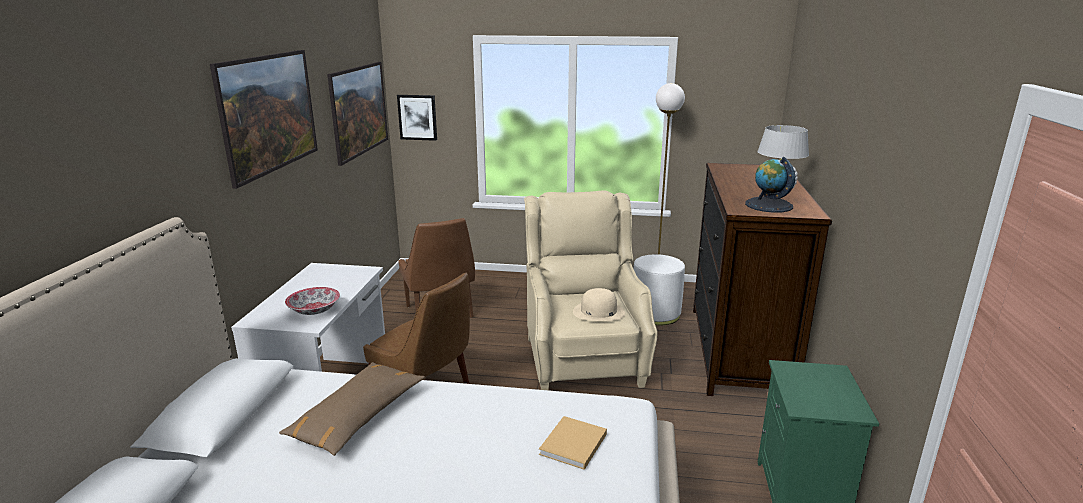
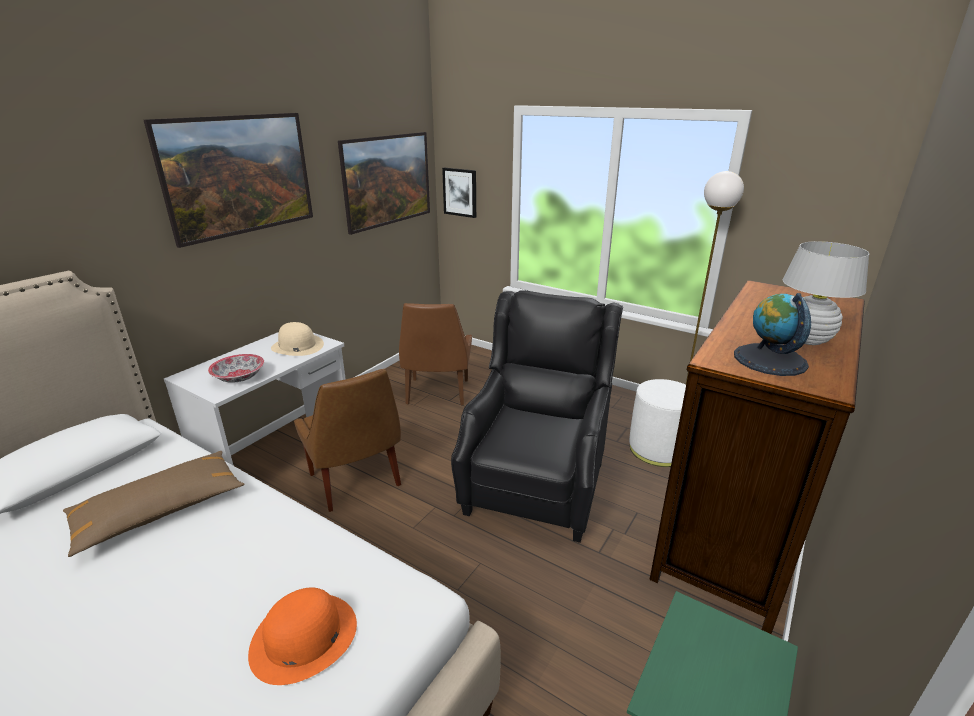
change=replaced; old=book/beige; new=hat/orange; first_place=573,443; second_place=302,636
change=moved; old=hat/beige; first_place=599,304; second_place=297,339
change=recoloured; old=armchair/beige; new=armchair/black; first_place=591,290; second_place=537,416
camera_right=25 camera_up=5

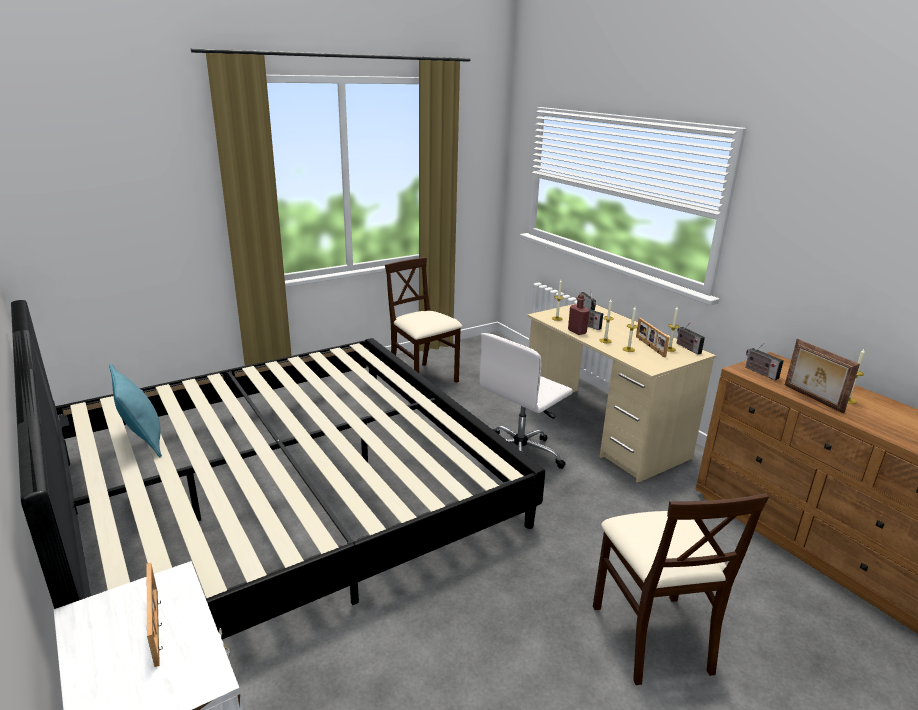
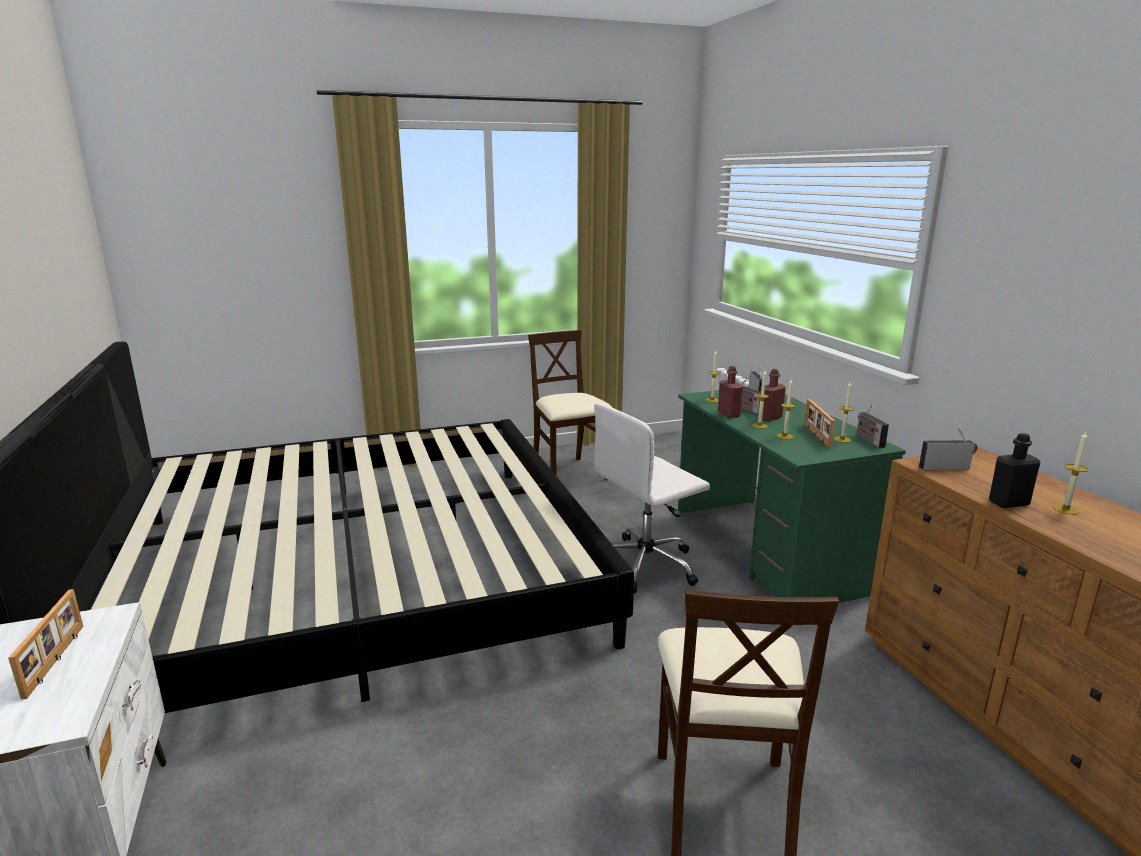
change=recoloured; old=desk/beige; new=desk/green; first_place=622,393; second_place=792,495
change=added; new=bottle/red; second_place=772,395
change=turned; old=radio; first_place=764,361; second_place=948,448; degrees=105
change=replaced; old=picture frame; new=bottle/black; first_place=822,376; second_place=1014,470
change=removed; old=pillow/turquoise; first_place=135,410
camera_right=15 camera_up=-5

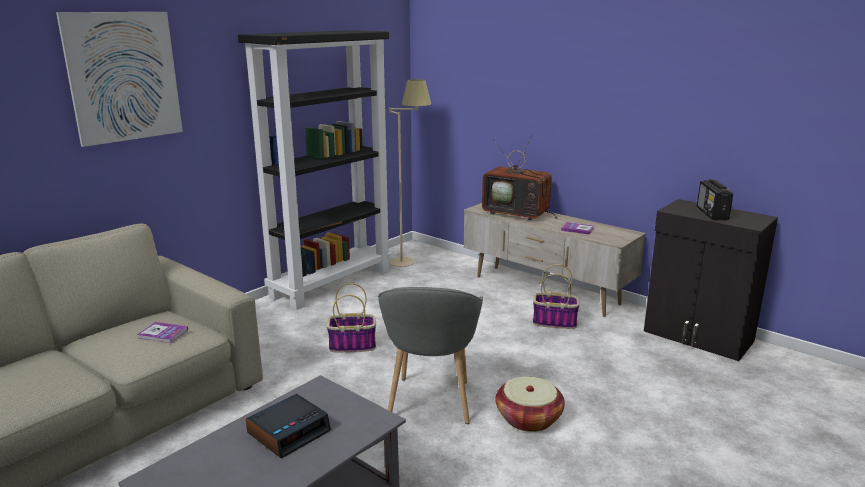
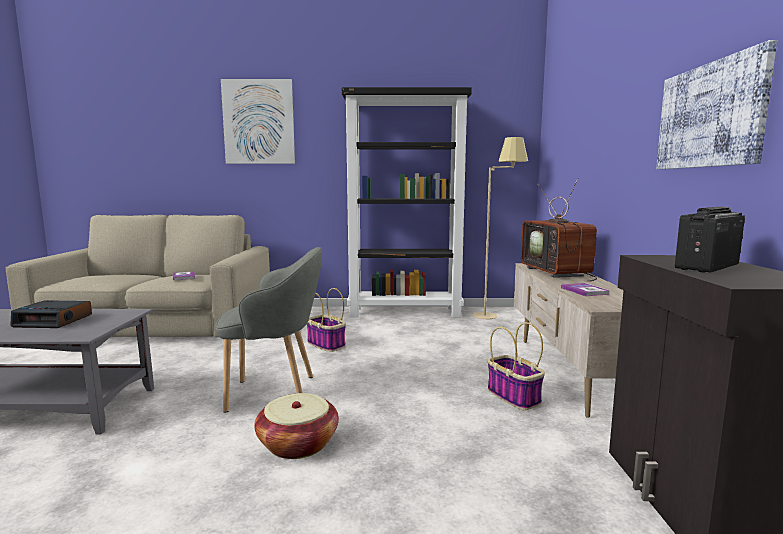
change=turned; old=armchair/grey; first_place=430,355; second_place=268,330; degrees=-150
change=added; new=picture; second_place=716,104
camera_right=50 camera_up=-10

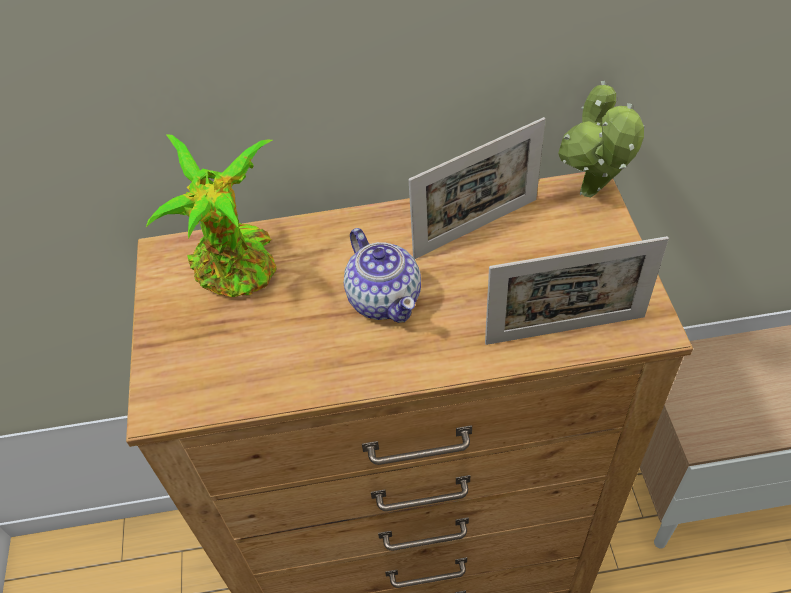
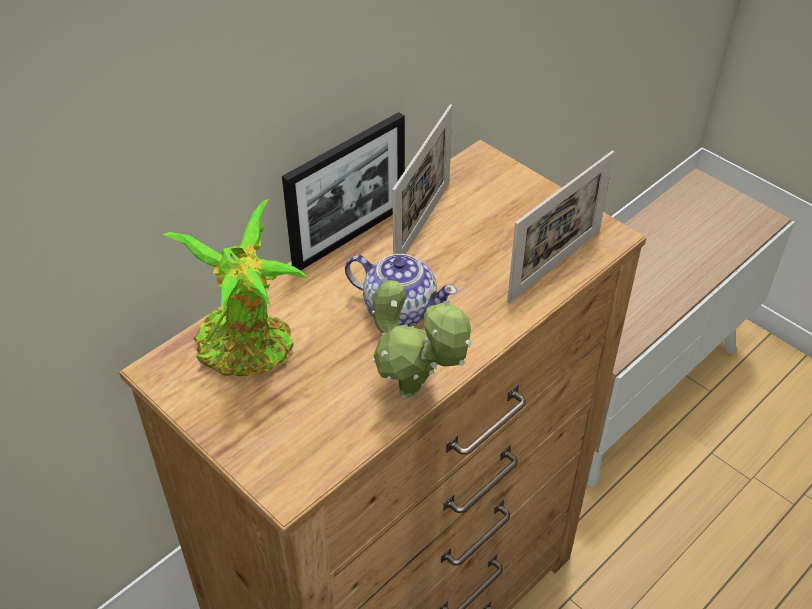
change=added; new=picture frame; second_place=343,191
change=moved; old=potted plant; first_place=601,139; second_place=422,338
camera_right=-40 camera_up=-5

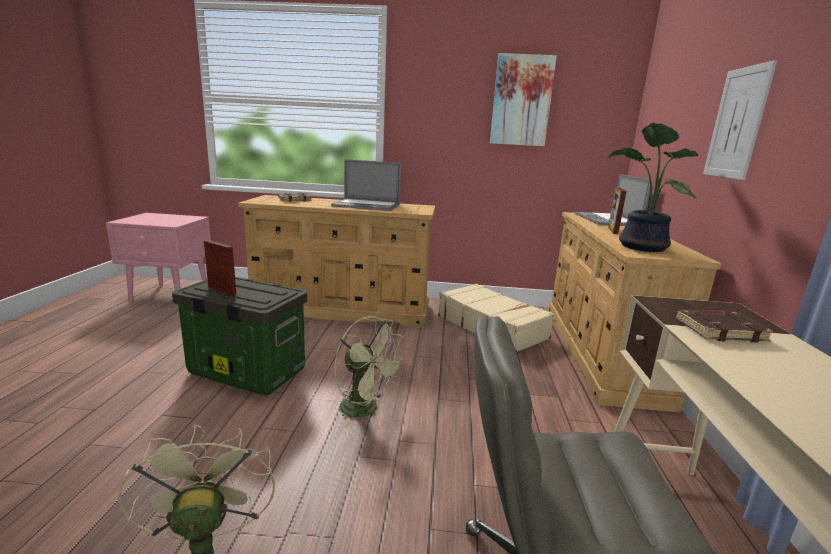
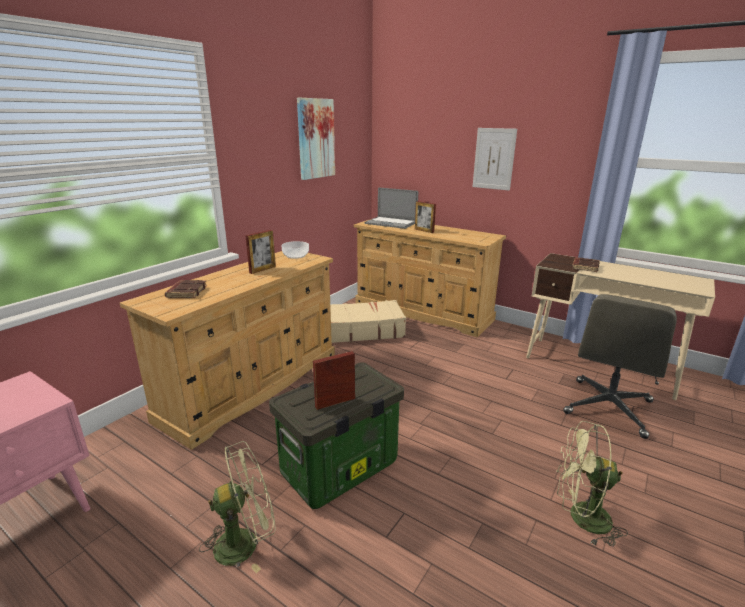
change=moved; old=fan/green; first_place=370,372; second_place=237,507
change=replaced; old=laptop; new=picture frame; first_place=366,185; second_place=260,252
change=added; new=bowl; second_place=295,250
change=removed; old=potted plant; first_place=653,187
camera_right=-60 camera_up=5

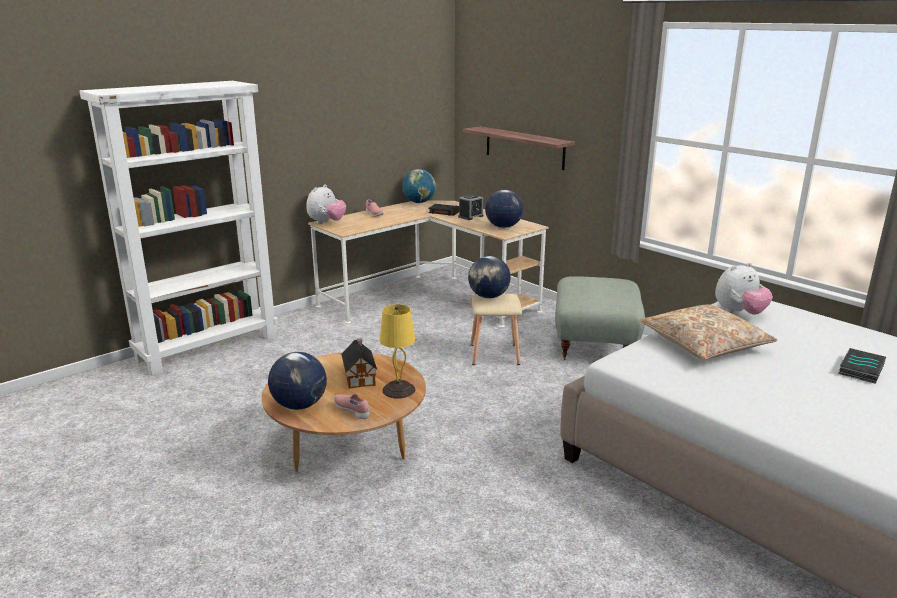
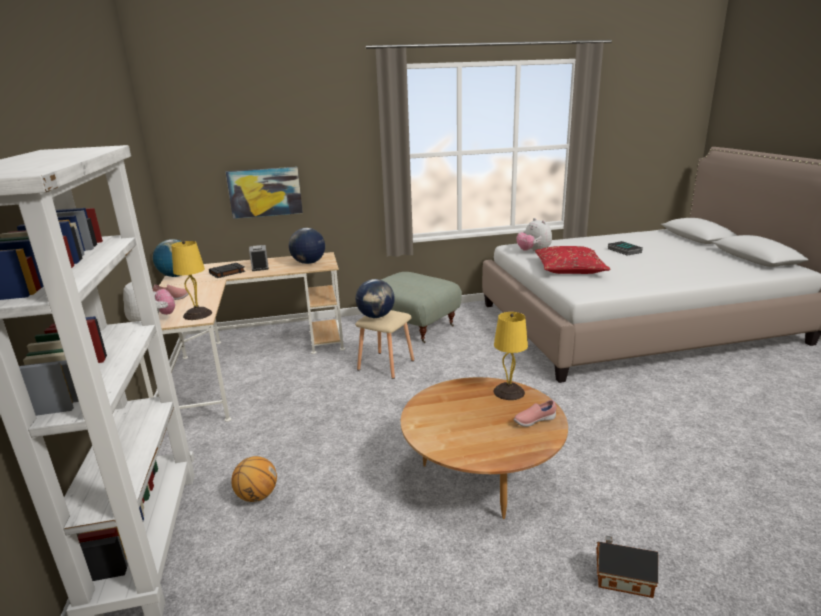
change=added; new=table lamp/yellow; second_place=191,280
change=replaced; old=shelf; new=picture; first_place=519,148; second_place=264,193
change=added; new=basketball; second_place=254,479
change=turned; old=plush toy; first_place=744,289; second_place=534,234; degrees=150
change=recoloured; old=pillow/beige; new=pillow/red; first_place=708,332; second_place=573,260
change=moved; old=toy house; first_place=359,363; second_place=627,567
change=removed; old=globe; first_place=297,381
camera_right=-60 camera_up=0

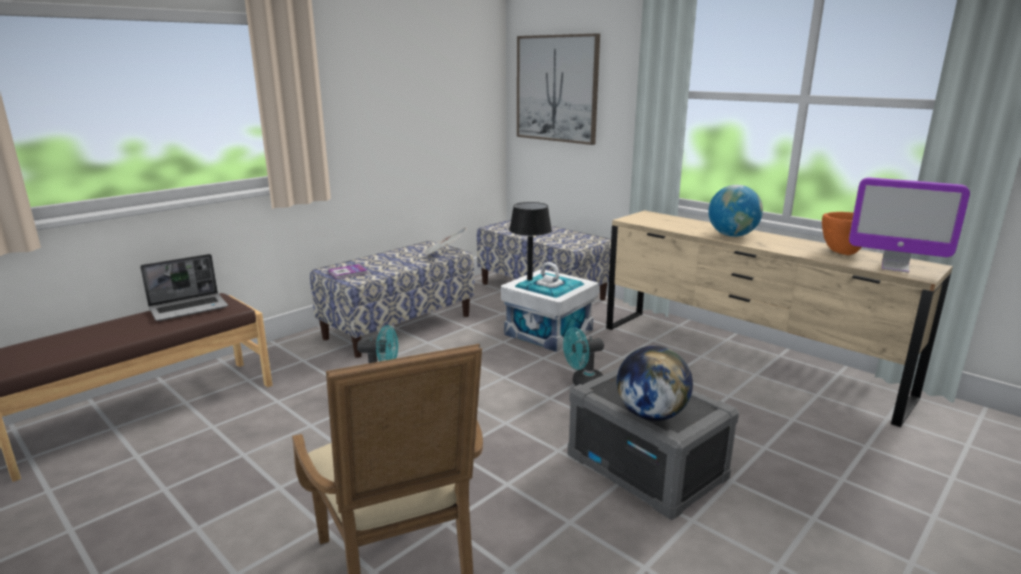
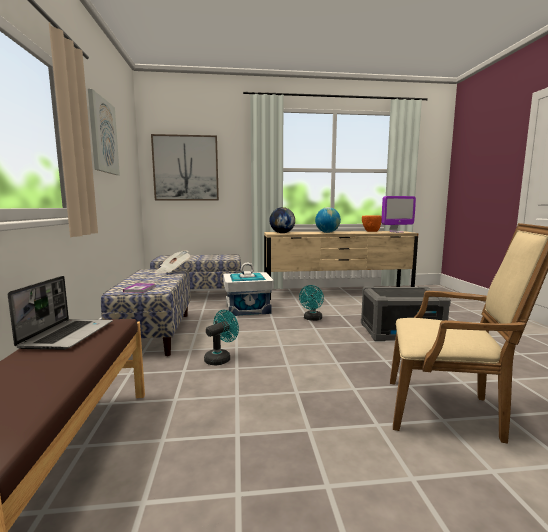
change=added; new=picture; second_place=104,132
change=moved; old=globe; first_place=655,383; second_place=282,220
change=removed; old=table lamp/black; first_place=530,241
camera_right=-50 camera_up=-10

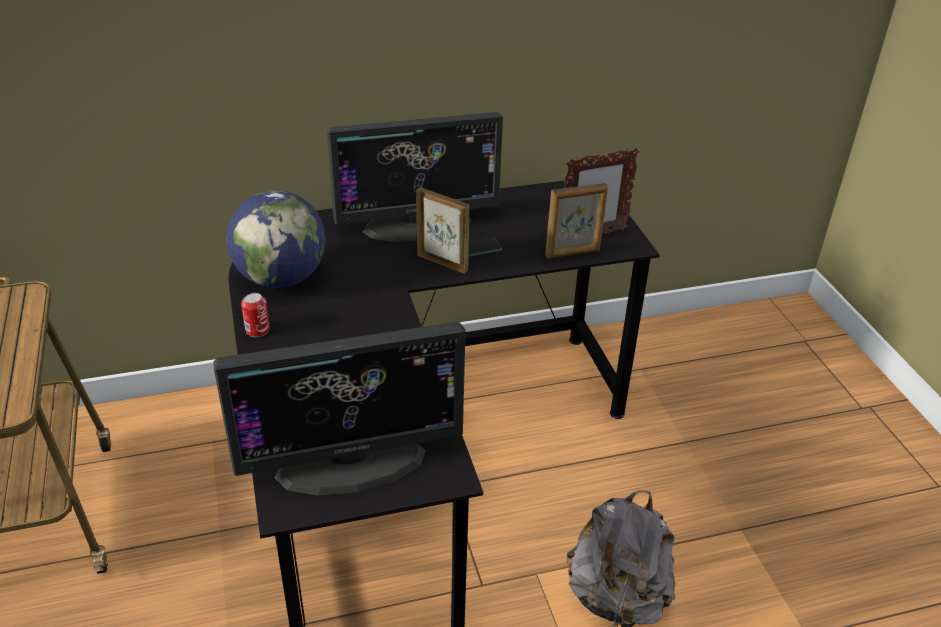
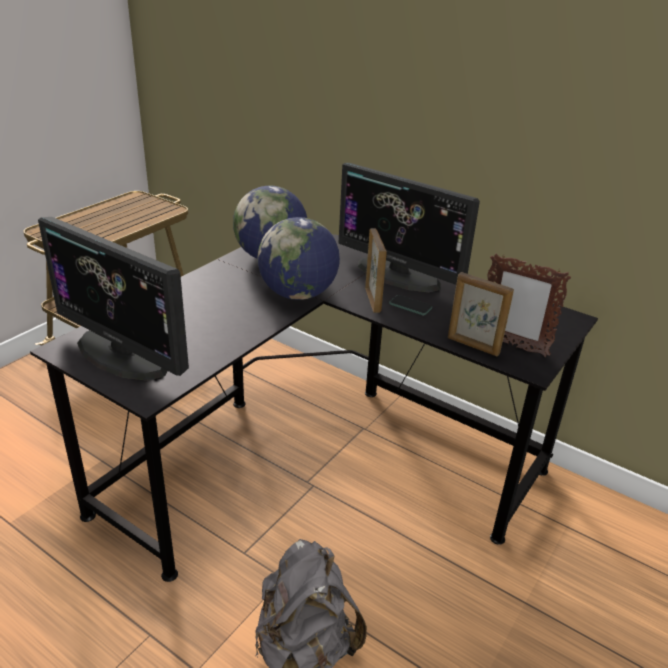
change=added; new=globe; second_place=299,258
change=removed; old=can; first_place=255,315
camera_right=50 camera_up=-5

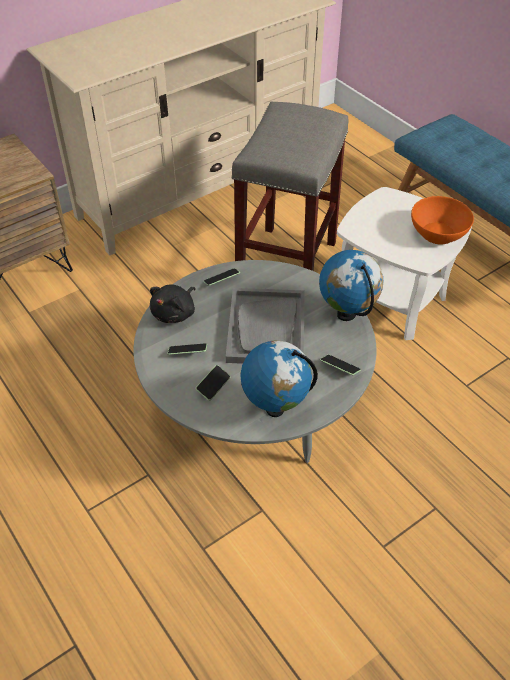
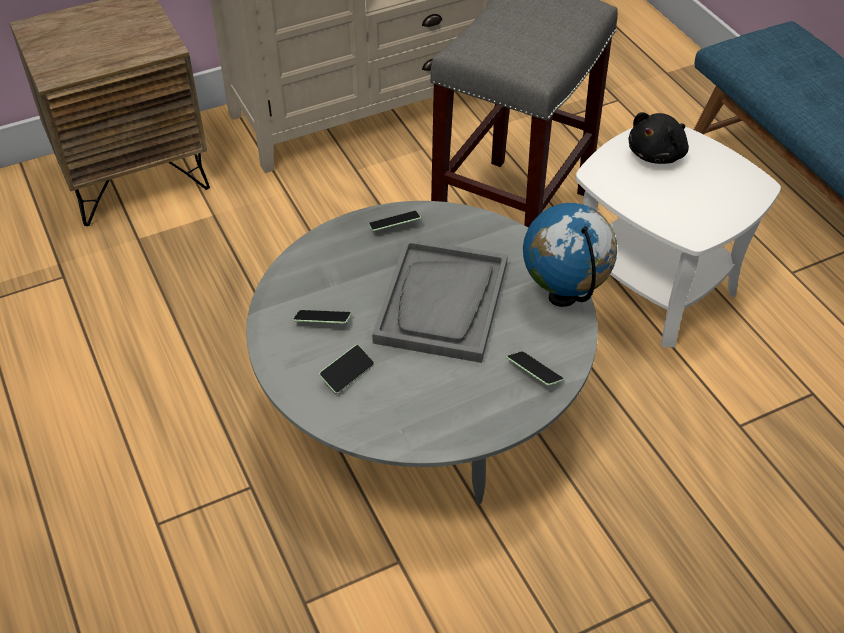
change=moved; old=plush toy/black; first_place=173,303; second_place=658,138
change=removed; old=globe; first_place=279,378
change=removed; old=bowl/orange; first_place=442,220
camera_right=10 camera_up=0

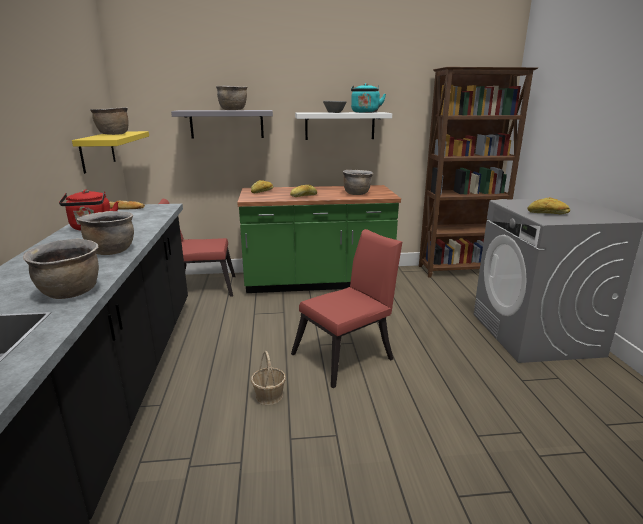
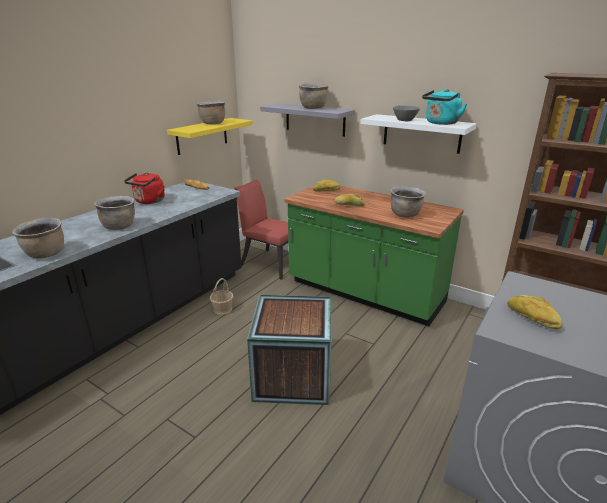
change=moved; old=basket; first_place=268,378; second_place=221,296
change=replaced; old=chair/red; new=crate; first_place=346,308; second_place=289,350
camera_right=40 camera_up=5

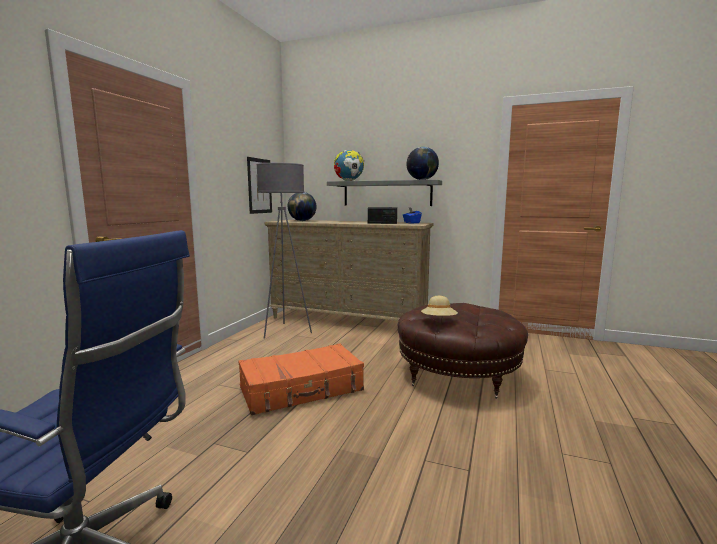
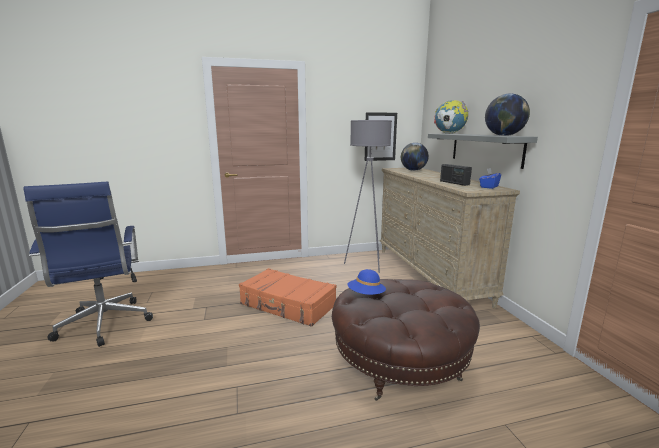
change=recoloured; old=hat/beige; new=hat/blue; first_place=439,306; second_place=366,282
camera_right=55 camera_up=5

